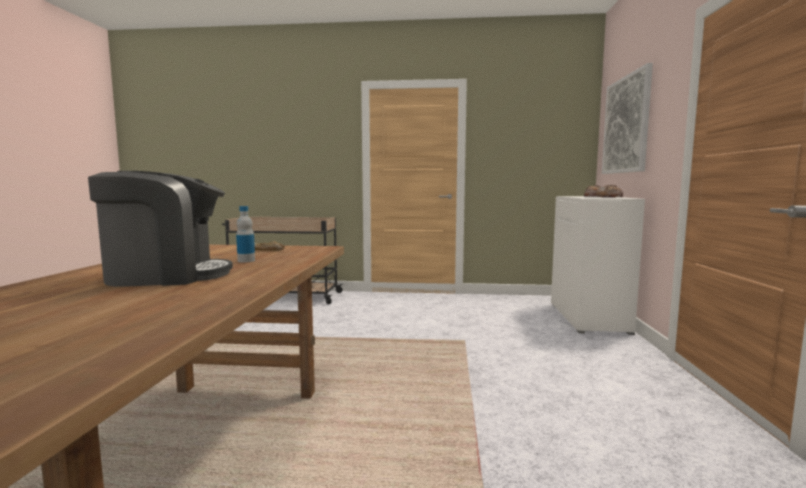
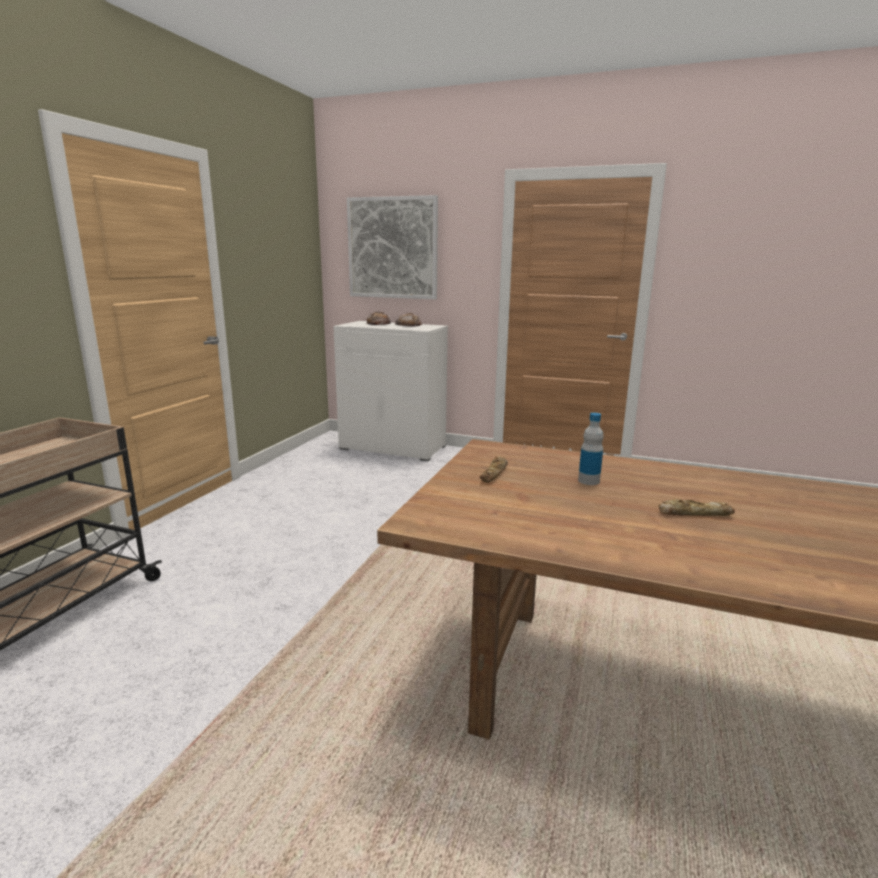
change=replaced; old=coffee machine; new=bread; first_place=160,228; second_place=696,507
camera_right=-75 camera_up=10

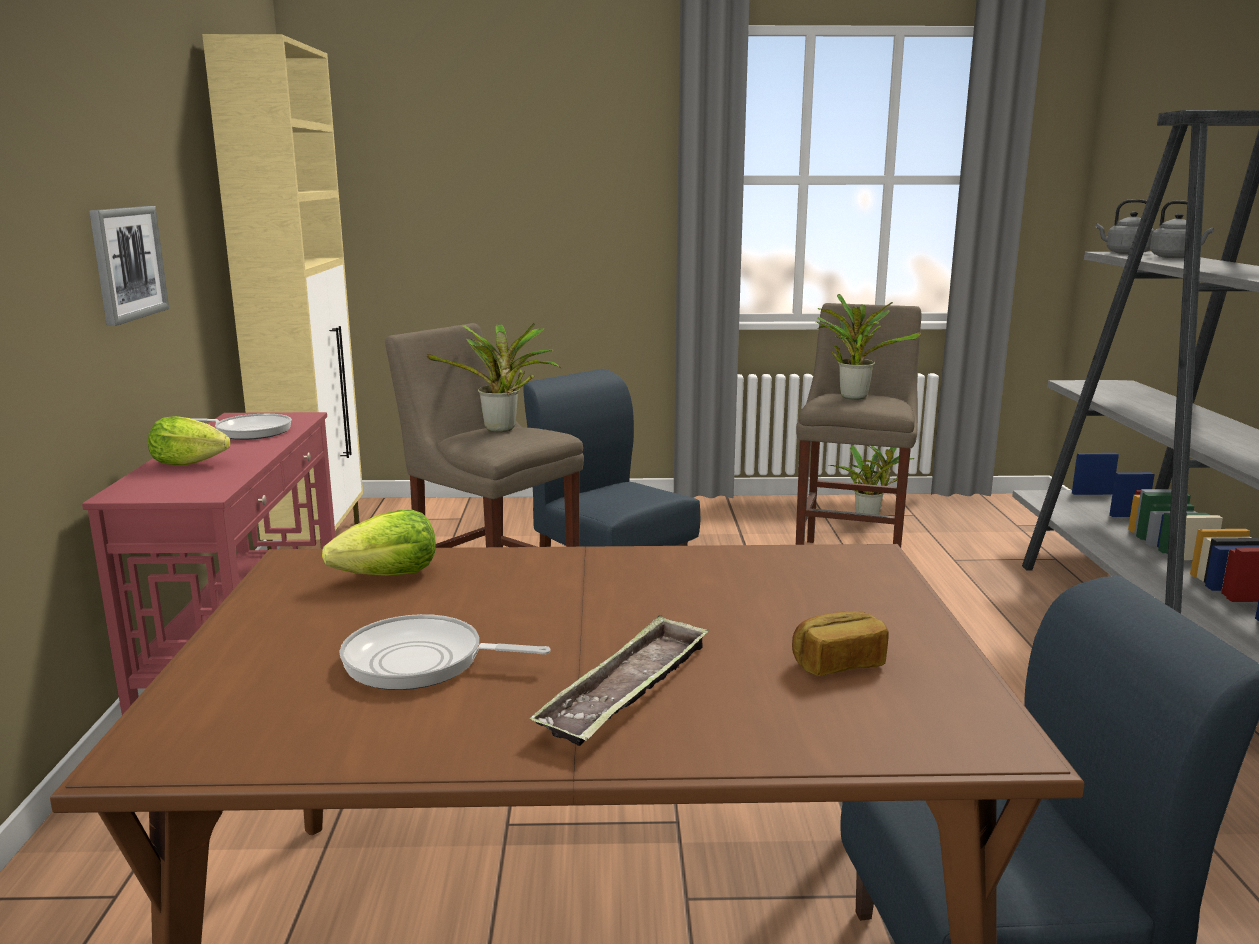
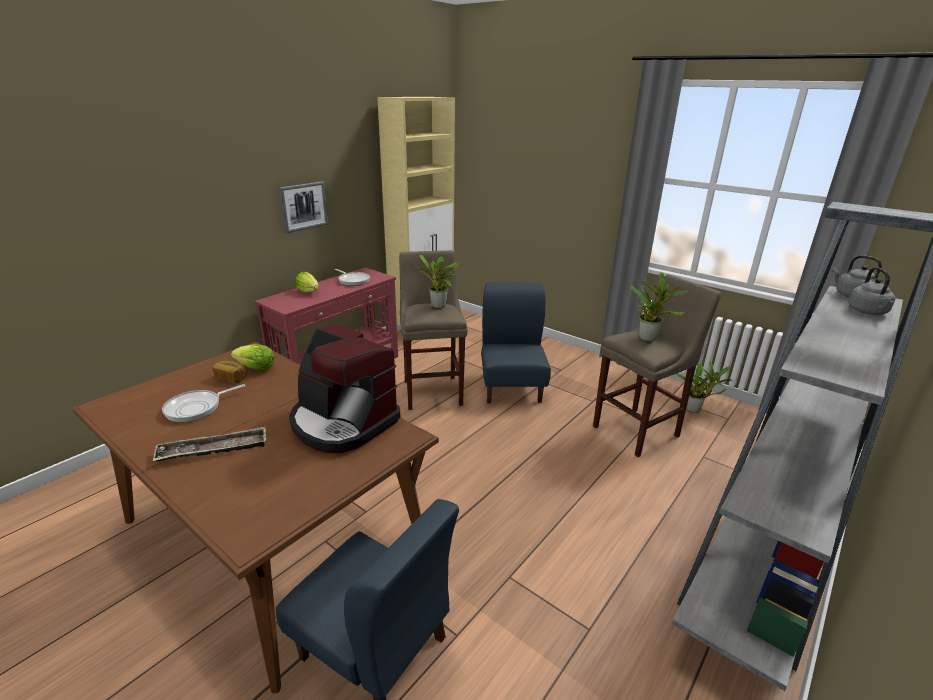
change=turned; old=frying pan; first_place=445,652; second_place=203,403; degrees=-90
change=moved; old=bread; first_place=840,643; second_place=229,371
change=added; new=coffee machine; second_place=345,388
camera_right=40 camera_up=10

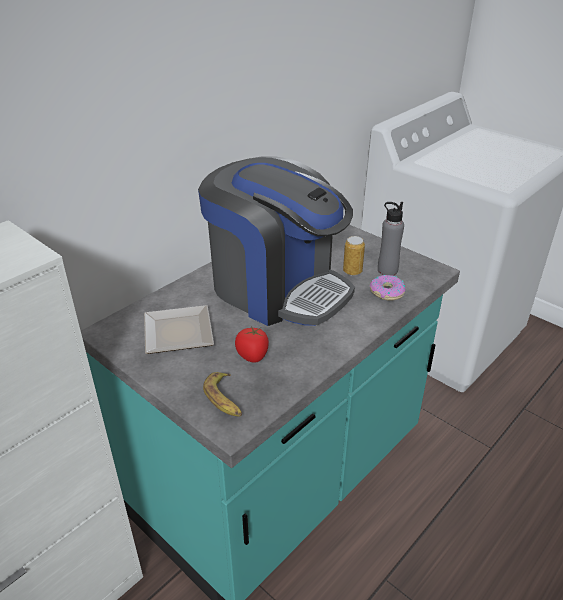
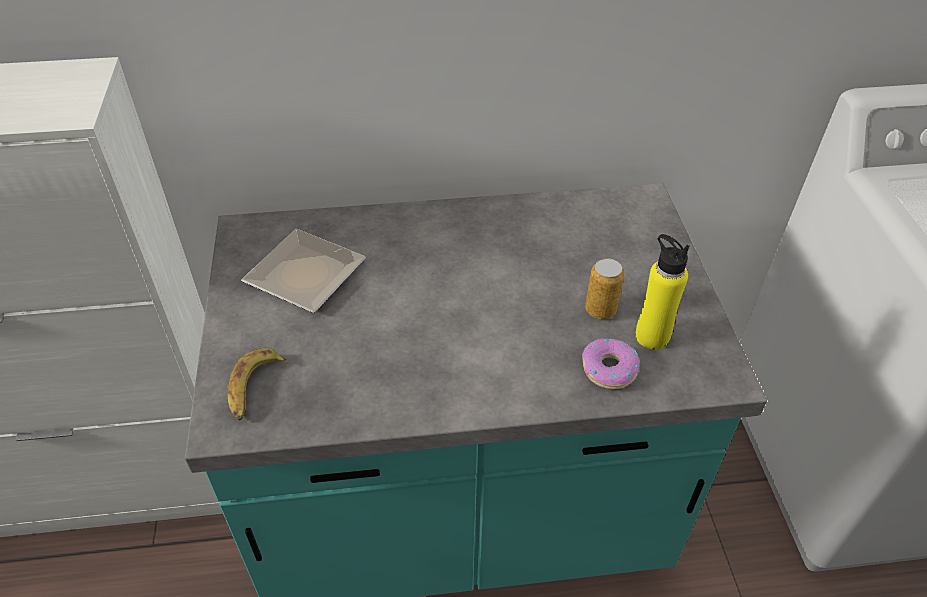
change=recoloured; old=bottle/grey; new=bottle/yellow; first_place=391,238; second_place=662,291
change=removed; old=coffee machine; first_place=276,241
change=removed; old=tomato; first_place=252,344
camera_right=40 camera_up=10

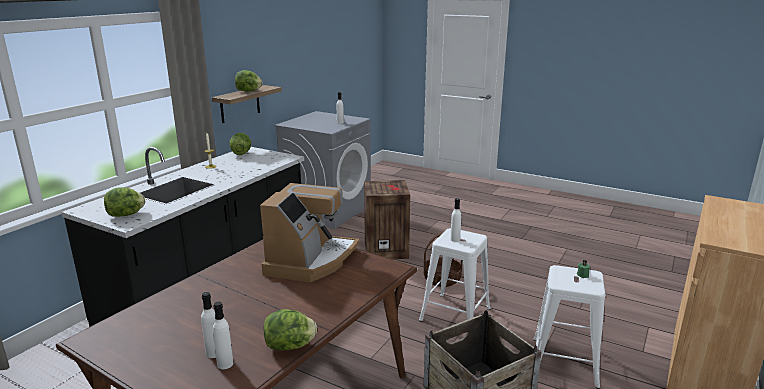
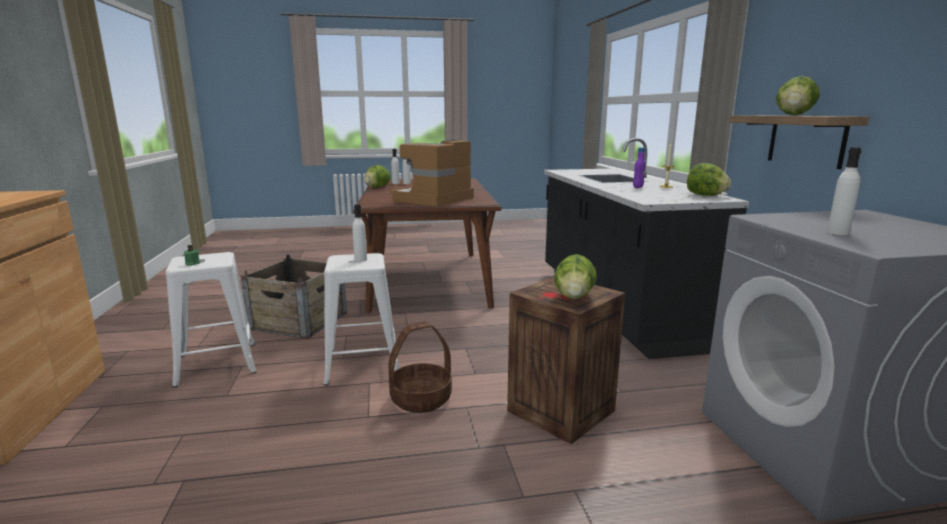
change=turned; old=coffee machine; first_place=310,232; second_place=432,173; degrees=60
change=moved; old=lettuce; first_place=124,202; second_place=575,277
change=added; new=bottle/purple; second_place=639,167
camera_right=140 camera_up=-5

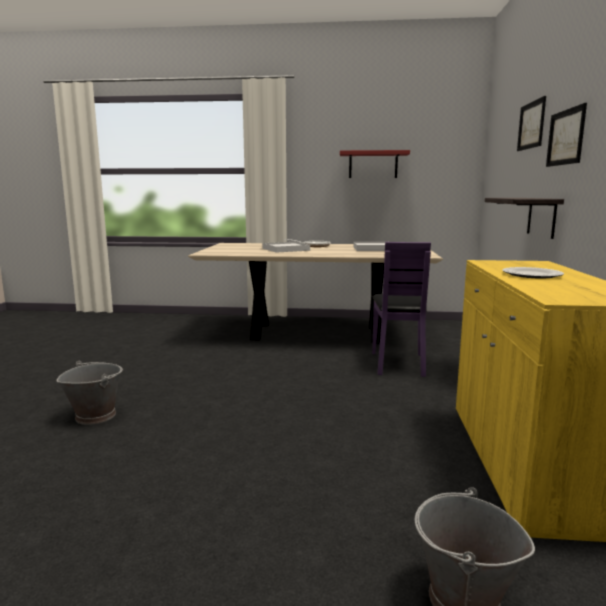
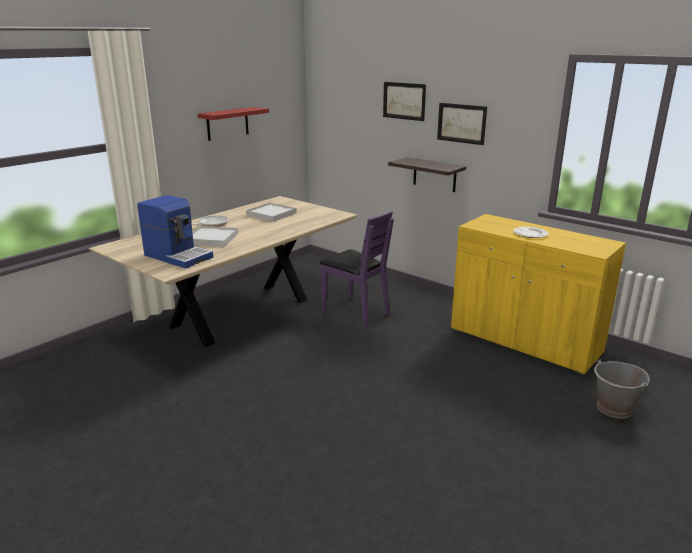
change=added; new=coffee machine; second_place=175,232
change=removed; old=bucket/grey; first_place=89,393
camera_right=-55 camera_up=10

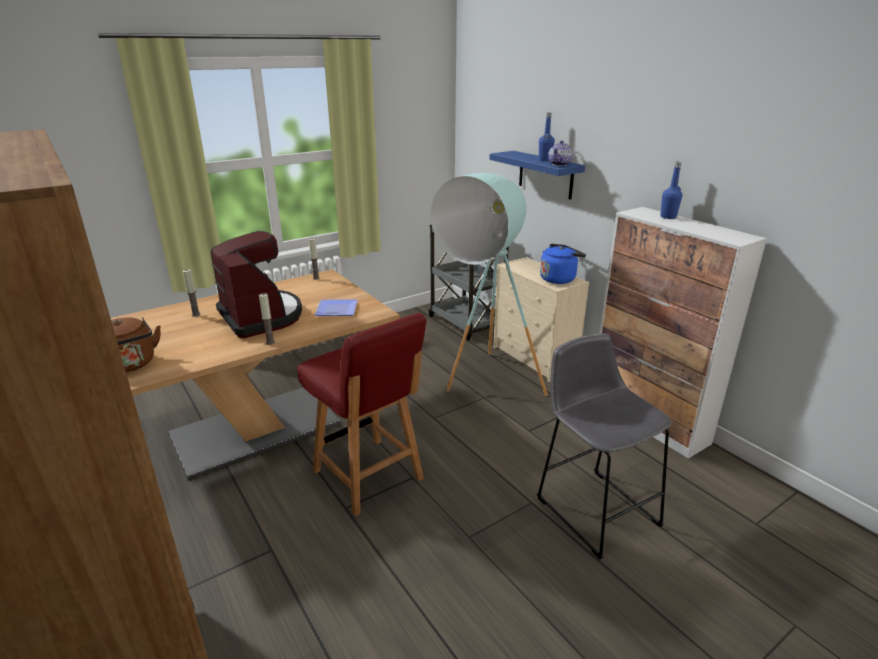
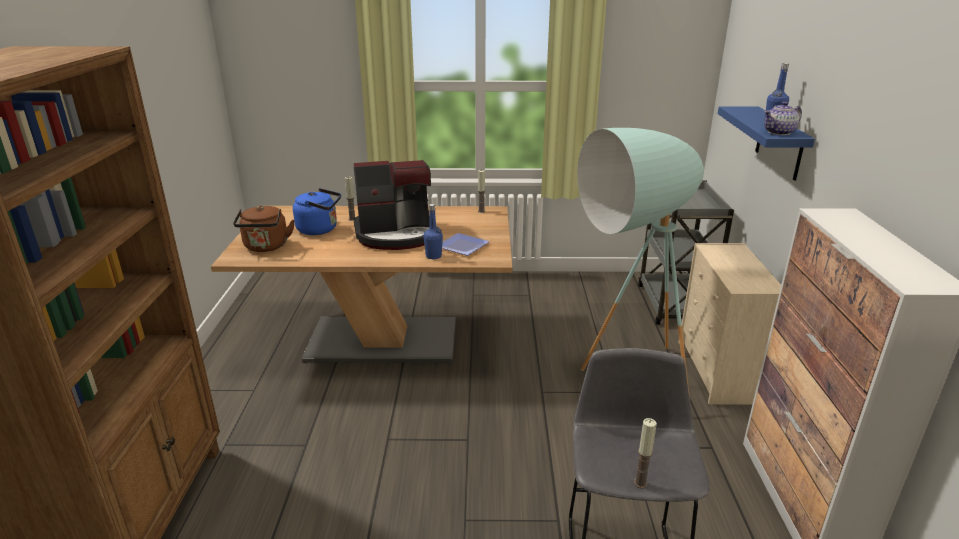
change=moved; old=kettle/blue; first_place=563,264; second_place=317,211
change=turned; old=coffee machine; first_place=256,284; second_place=392,205; degrees=75
change=moved; old=bottle/blue; first_place=671,190; second_place=433,231
change=moved; old=candle; first_place=267,319; second_place=645,453
change=removed; old=chair/red; first_place=362,414
camera_right=35 camera_up=0

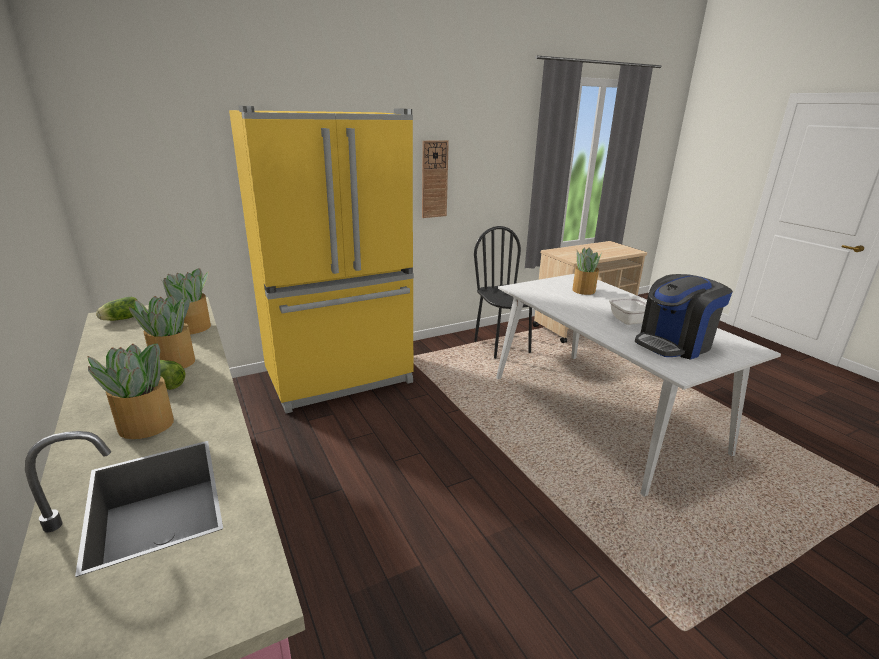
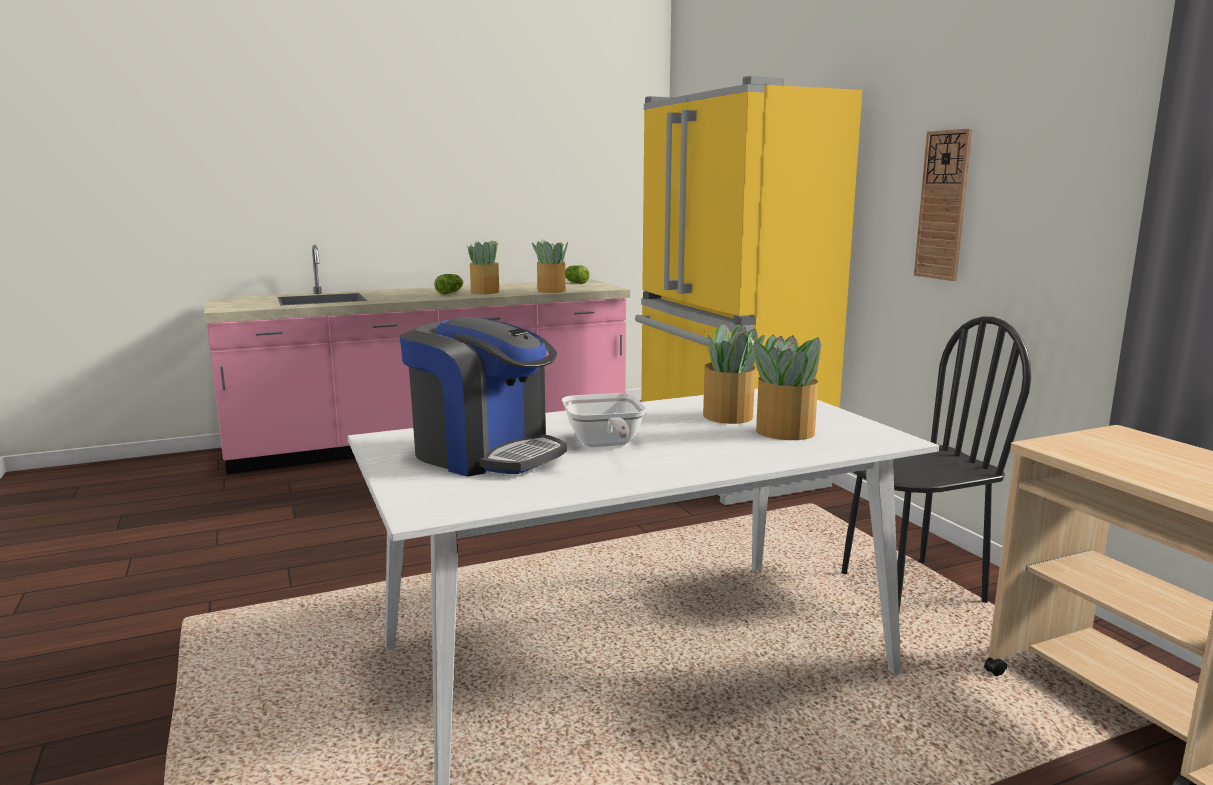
change=turned; old=coffee machine; first_place=684,317; second_place=483,397; degrees=150
change=moved; old=potted plant; first_place=131,391; second_place=734,374
camera_right=95 camera_up=-10

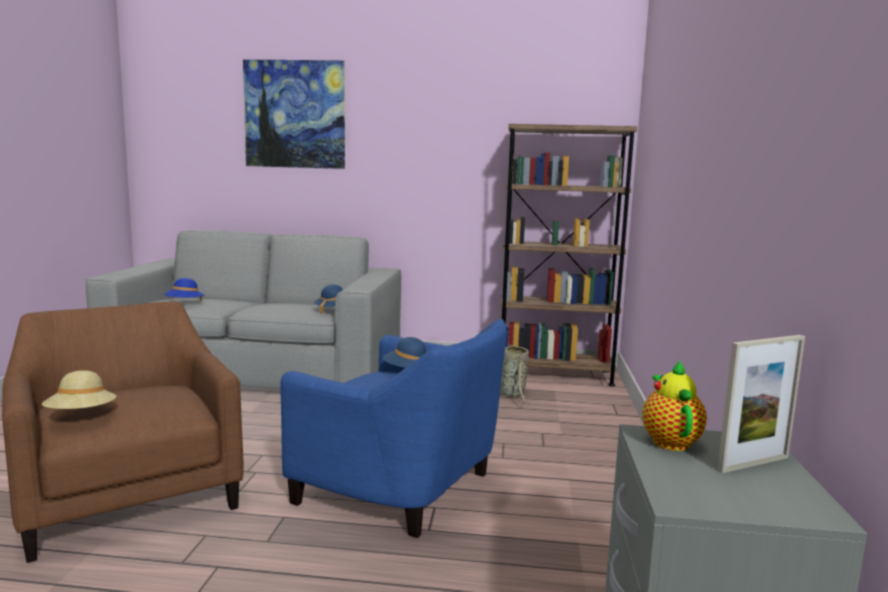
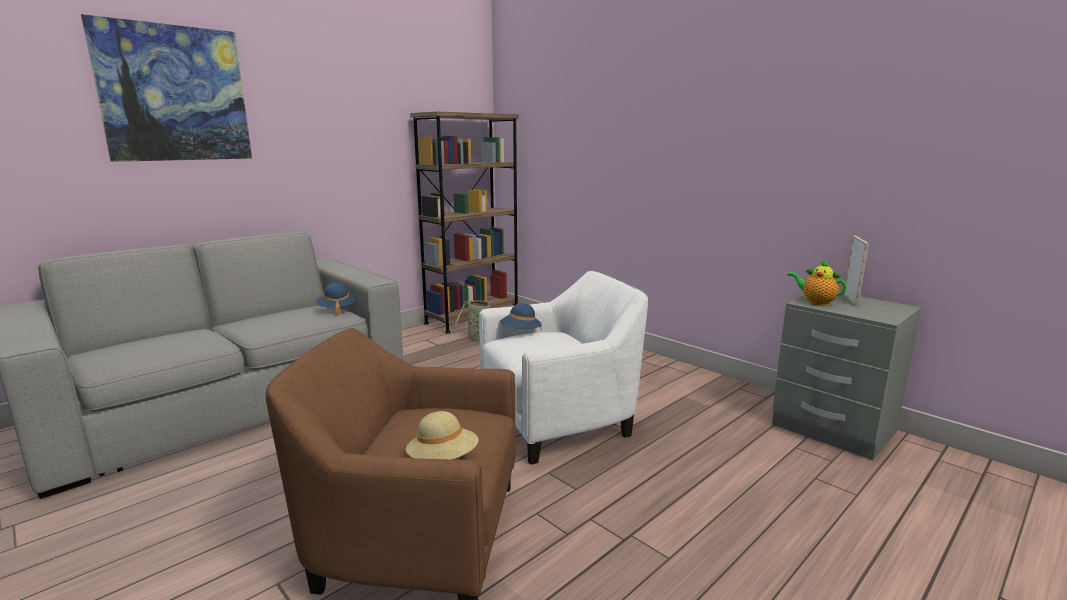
change=recoloured; old=armchair/blue; new=armchair/white; first_place=393,428; second_place=563,368
change=removed; old=hat/blue; first_place=184,289
camera_right=-50 camera_up=5

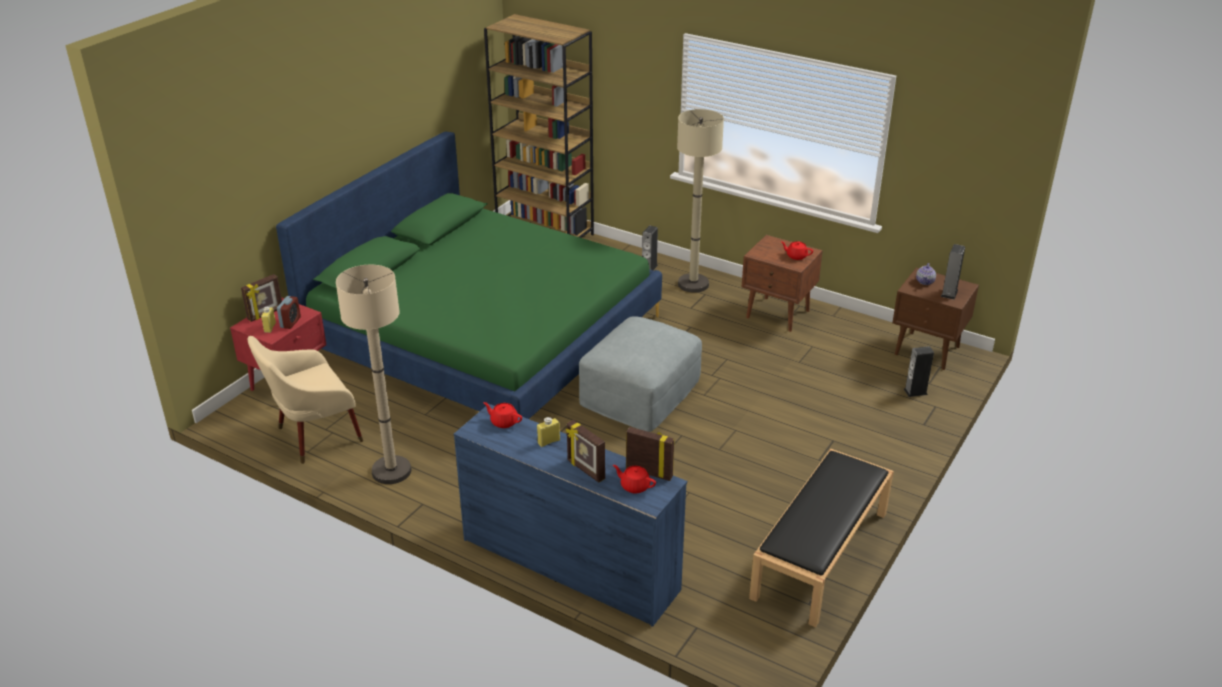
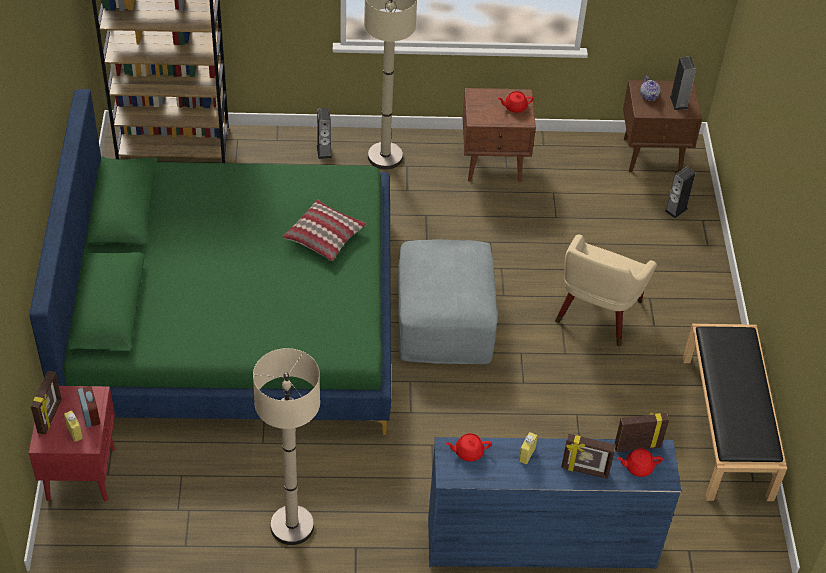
change=added; new=pillow; second_place=324,230
change=moved; old=armchair/beige; first_place=305,400; second_place=606,290
camera_right=-35 camera_up=15

